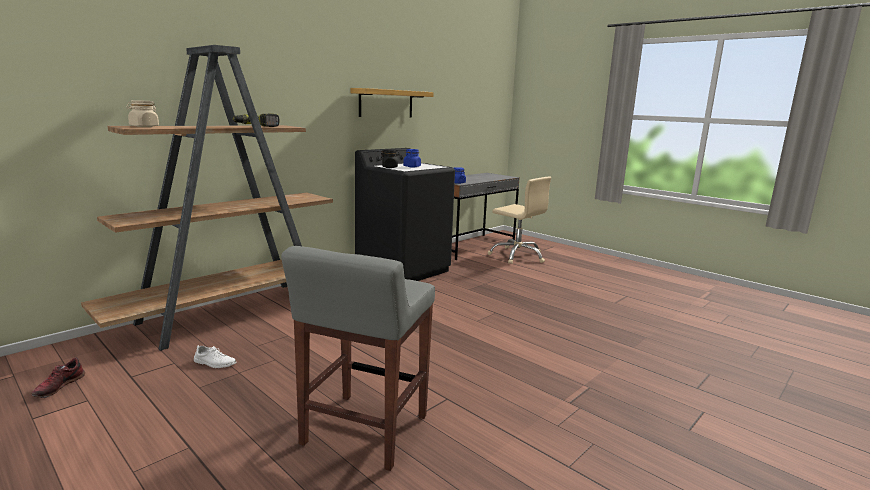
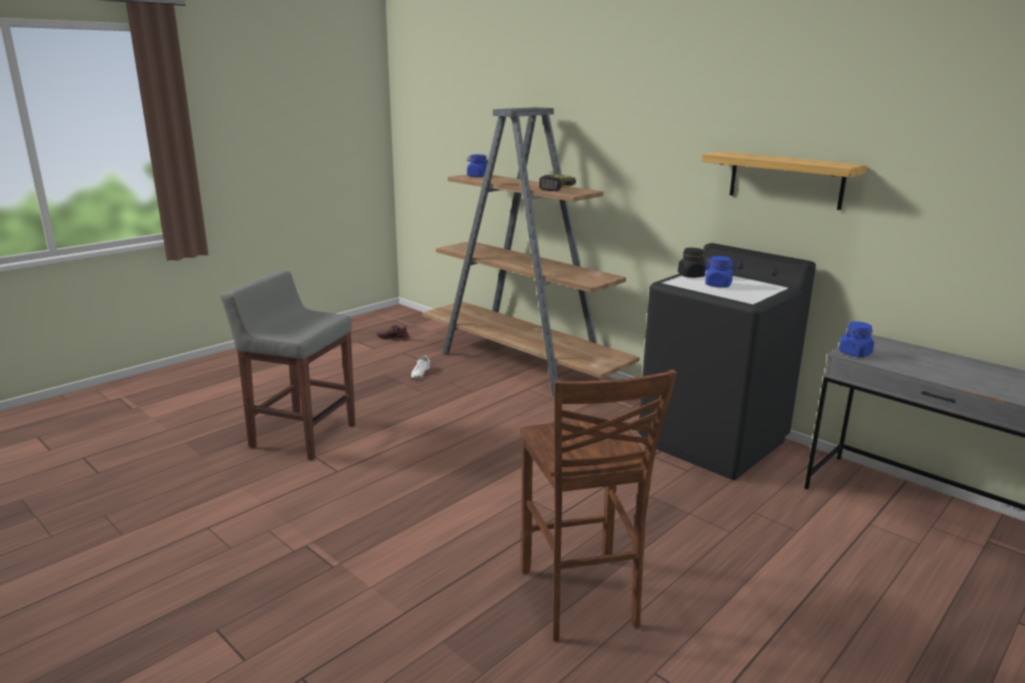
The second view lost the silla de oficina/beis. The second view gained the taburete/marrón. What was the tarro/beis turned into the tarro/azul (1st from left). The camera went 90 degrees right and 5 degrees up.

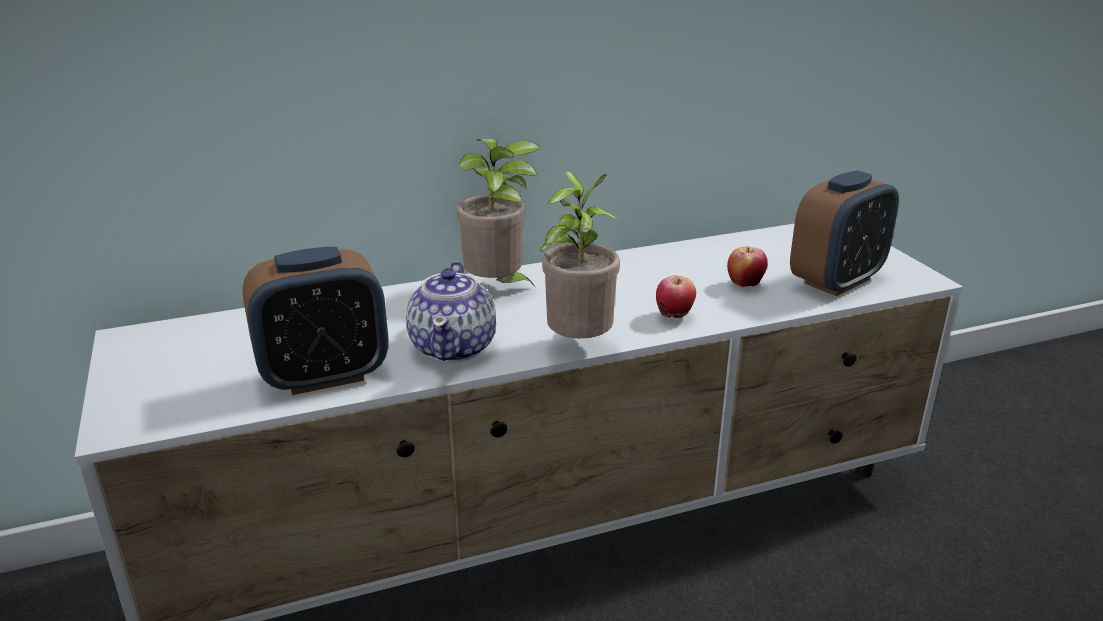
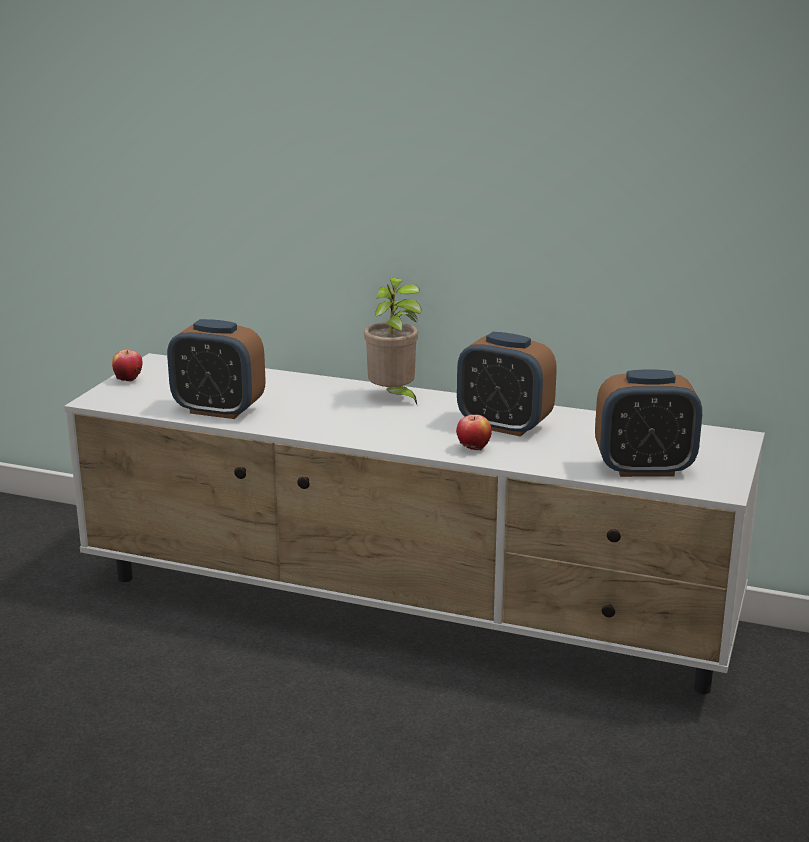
The second view lost the tetera. The second view lost the planta en maceta (2nd from left). The second view gained the despertador (2nd from left). The manzana (2nd from left in the first image) ended up elsewhere. The camera went 40 degrees right and 5 degrees down.

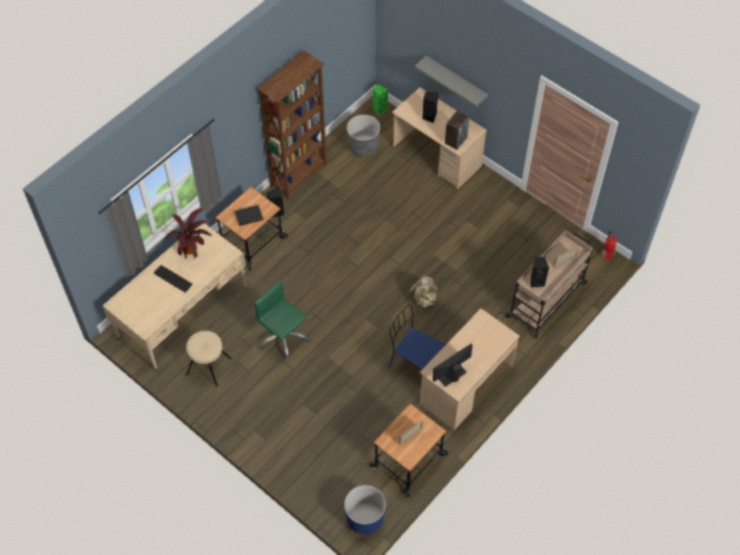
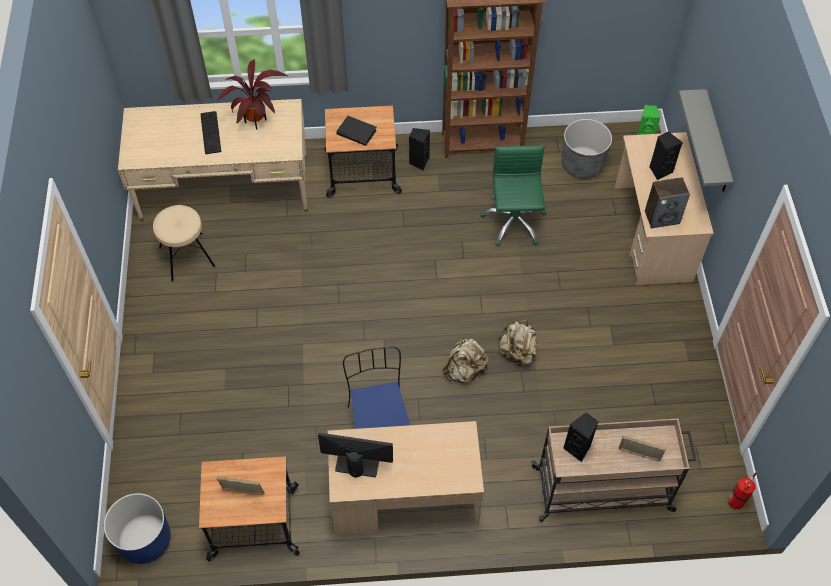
The second view gained the mochila/beis (2nd from left). The silla de oficina/verde ended up elsewhere. The camera went 45 degrees right and 0 degrees up.

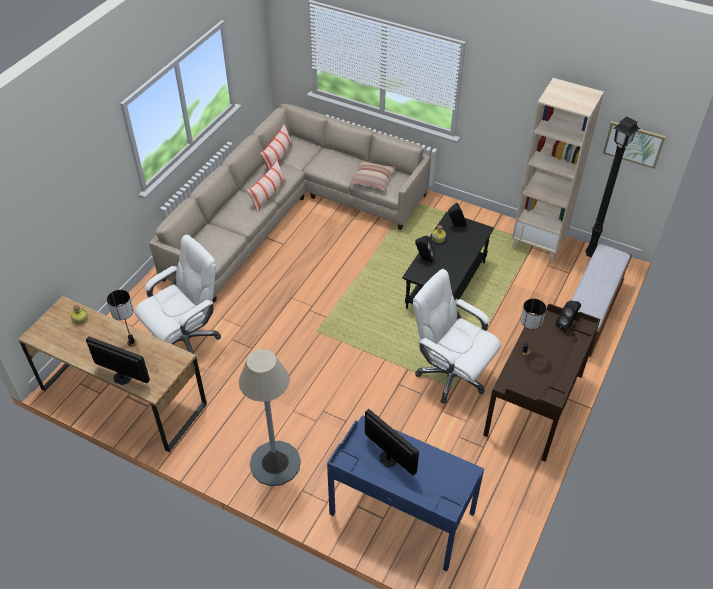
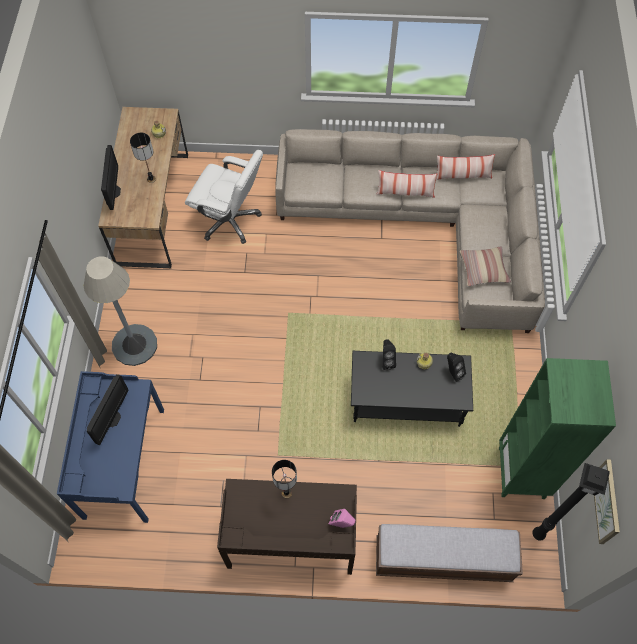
The second view lost the silla de oficina/blanco (2nd from left). What was the estantería/beis turned into the estantería/verde. What was the altavoz/negro (3rd from left) turned into the altavoz/rosa. The camera went 65 degrees right and 15 degrees up.

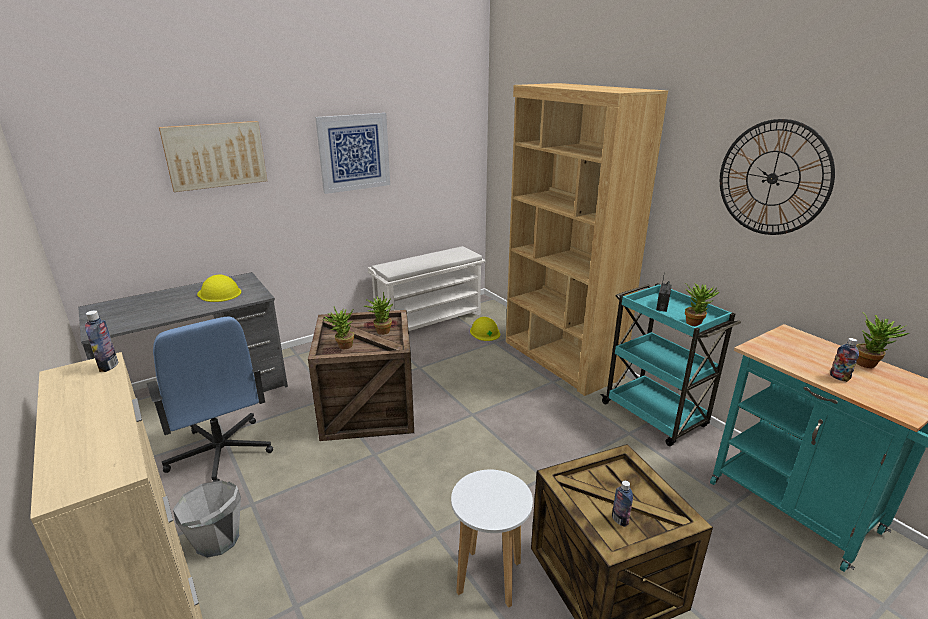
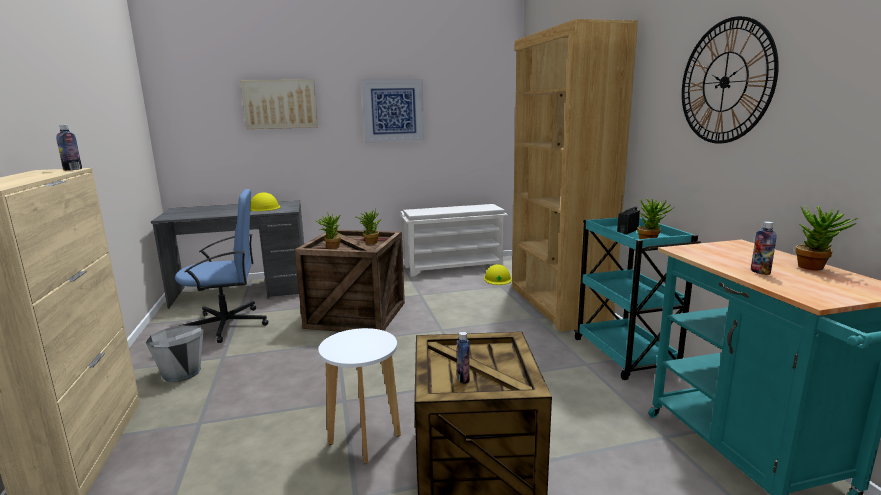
The silla de oficina/azul ended up facing another way, 90 degrees counterclockwise from before. The camera went 20 degrees right and 10 degrees down.

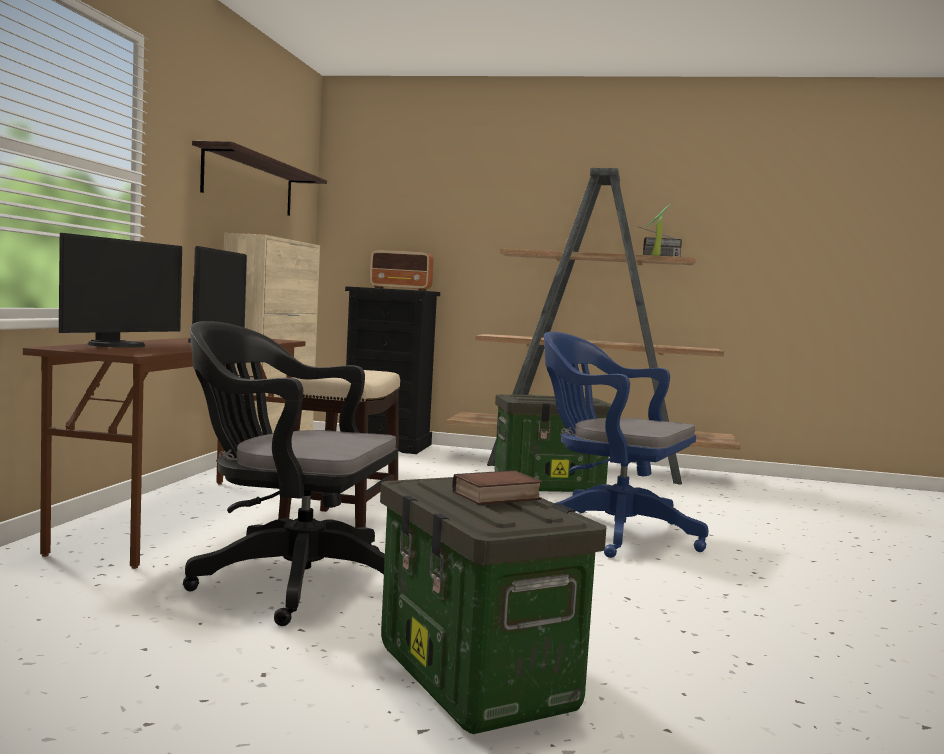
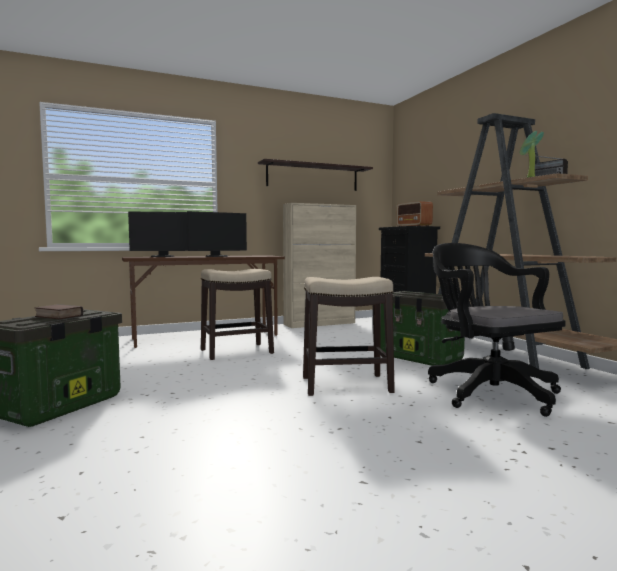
The silla de oficina/negro ended up elsewhere. Where the silla de oficina/azul stood, the taburete (2nd from left) came to stand. The camera went 55 degrees right and 0 degrees up.

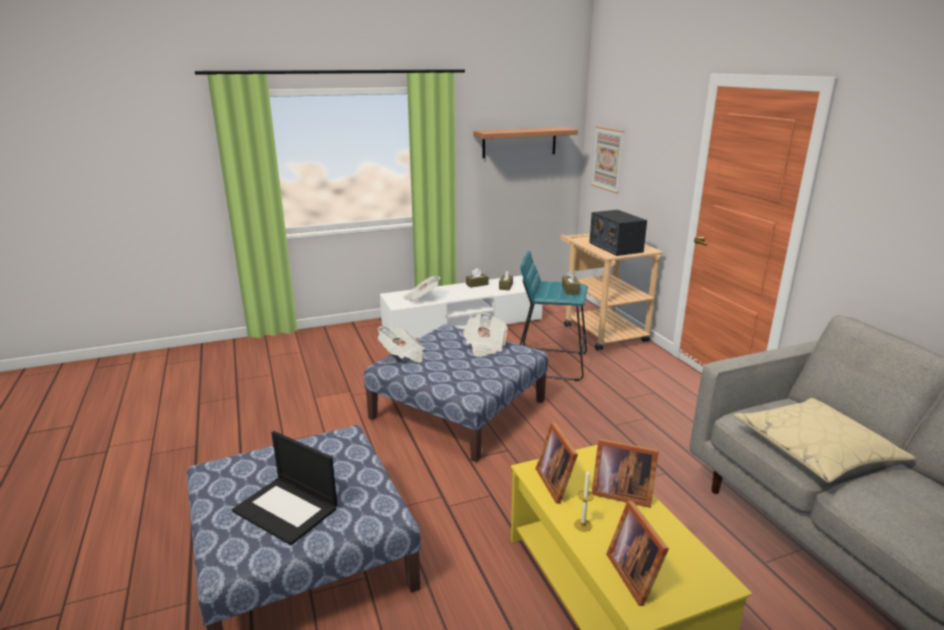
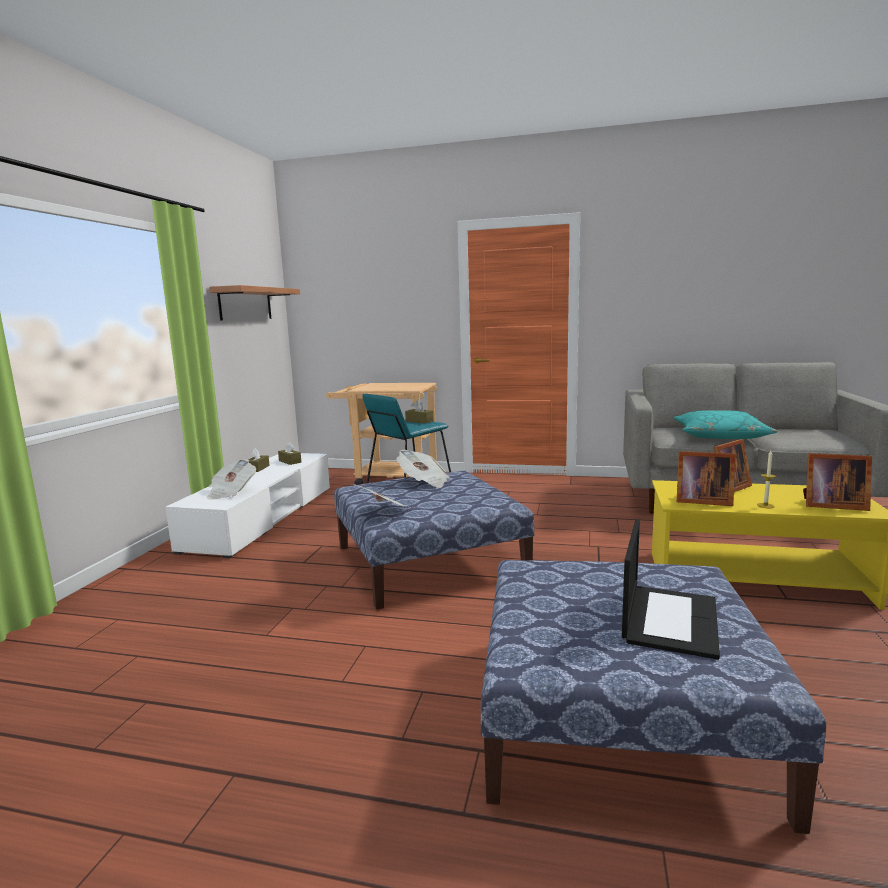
The second view lost the radio. The second view lost the cuadro. What was the cojín/beis turned into the cojín/turquesa. The portátil ended up facing another way, 45 degrees counterclockwise from before. The camera went 55 degrees left and 10 degrees down.

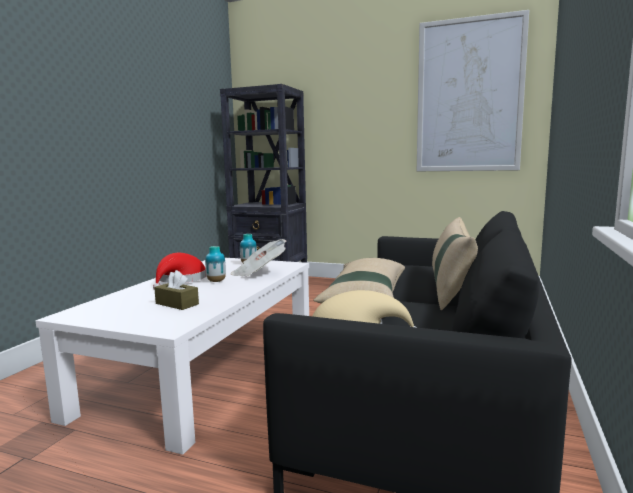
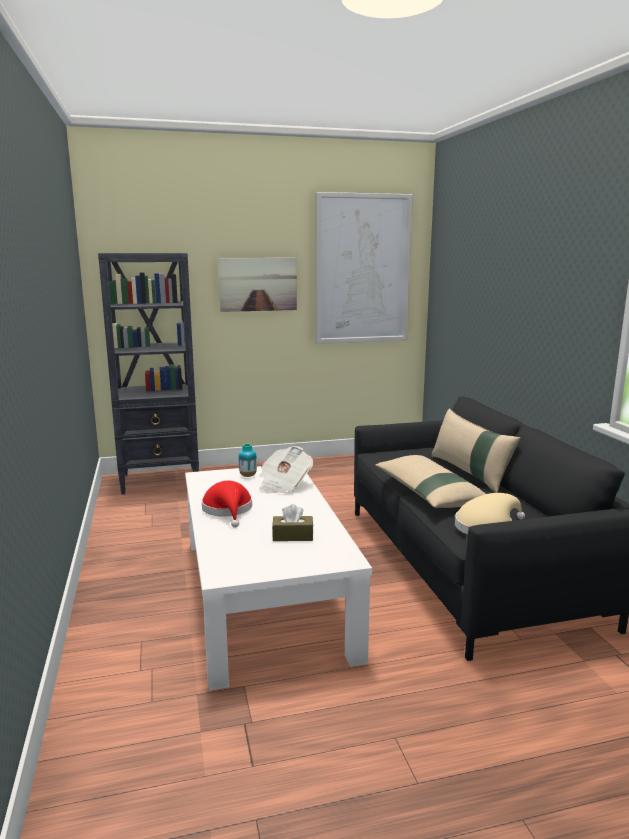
The second view lost the florero (1st from left). The second view gained the cuadro (1st from left). The camera went 35 degrees left and 5 degrees up.

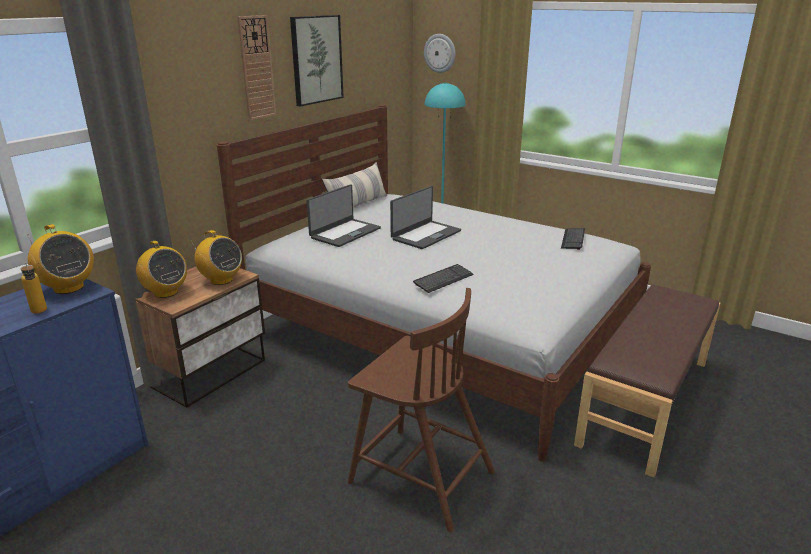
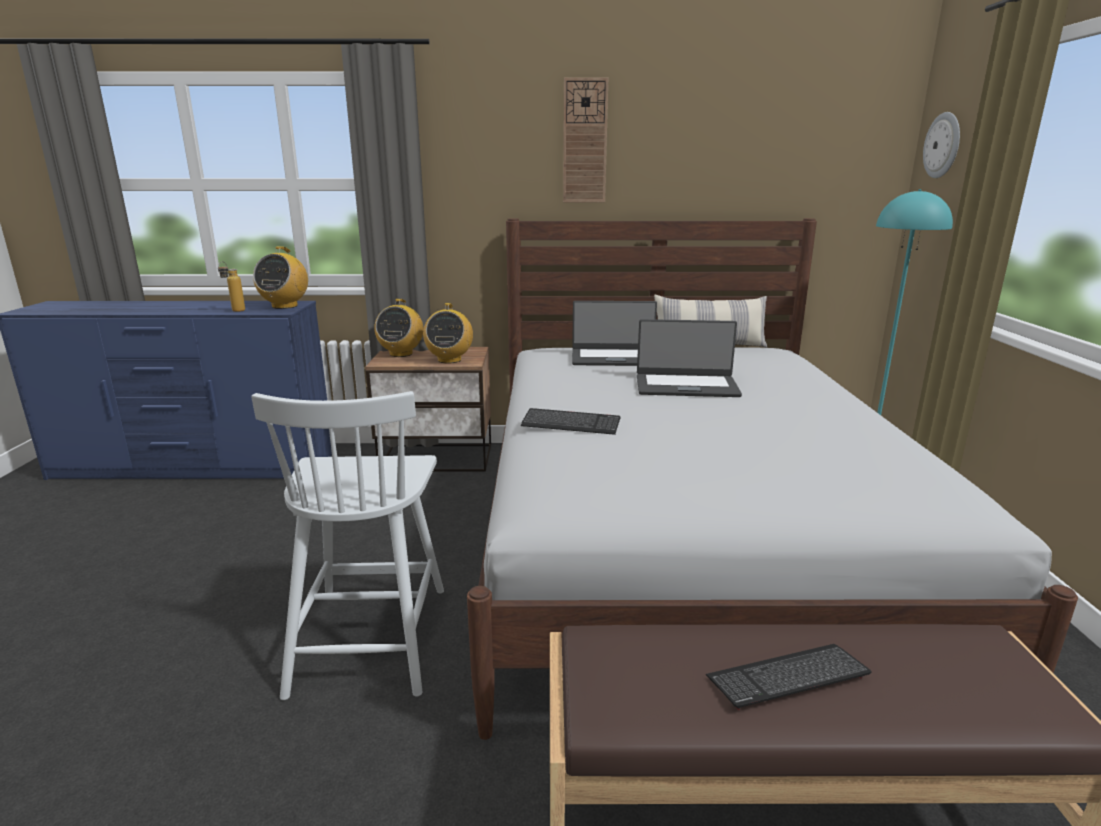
The second view lost the cuadro. The teclado (2nd from left) ended up elsewhere. What was the silla/marrón turned into the silla/blanco. The camera went 55 degrees right and 5 degrees down.

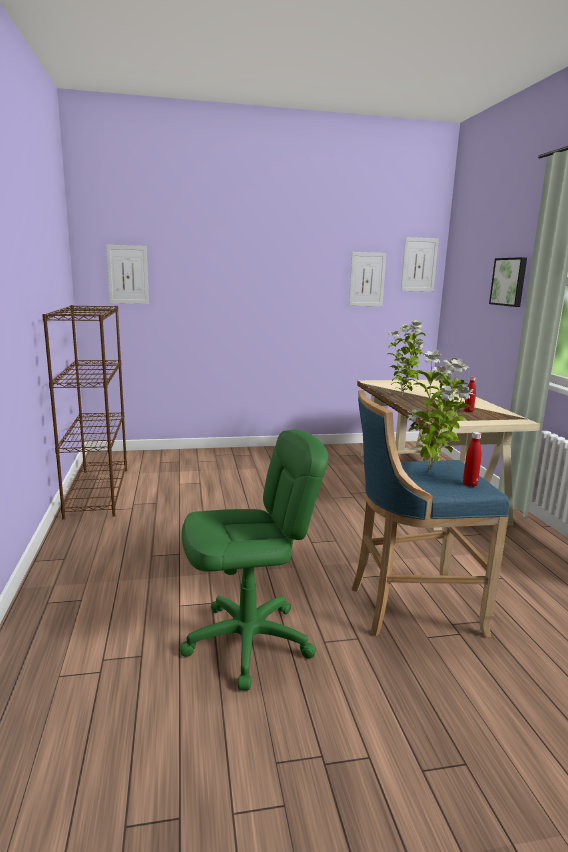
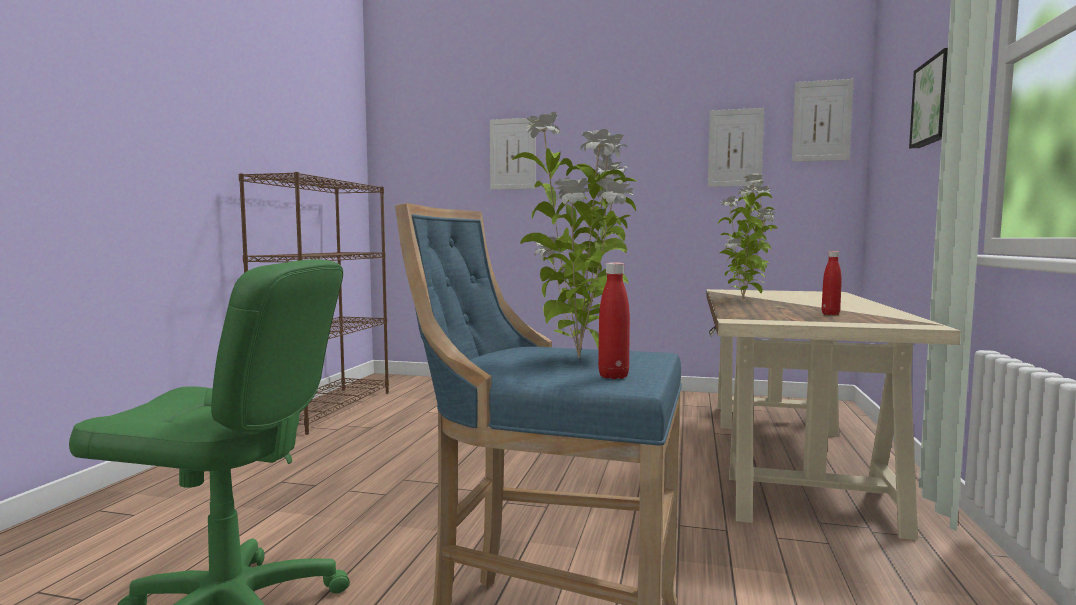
The cuadro (1st from left) ended up elsewhere. The camera went 25 degrees right and 10 degrees down.

